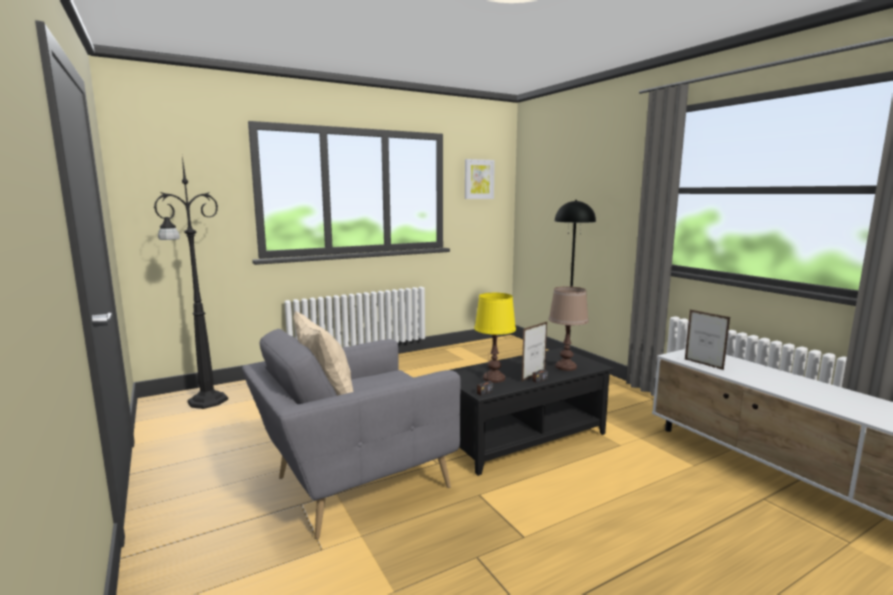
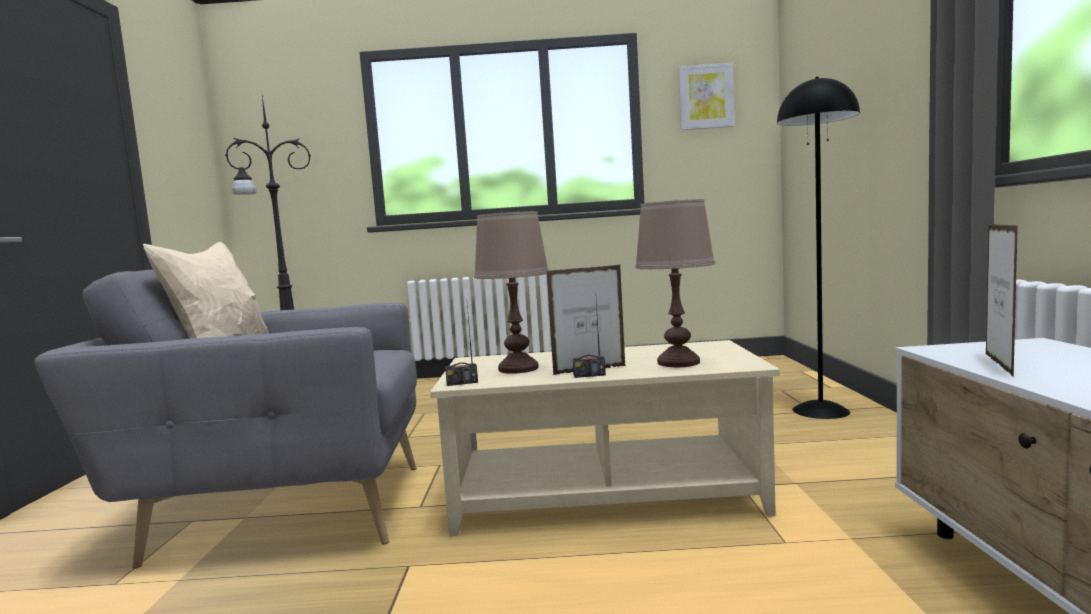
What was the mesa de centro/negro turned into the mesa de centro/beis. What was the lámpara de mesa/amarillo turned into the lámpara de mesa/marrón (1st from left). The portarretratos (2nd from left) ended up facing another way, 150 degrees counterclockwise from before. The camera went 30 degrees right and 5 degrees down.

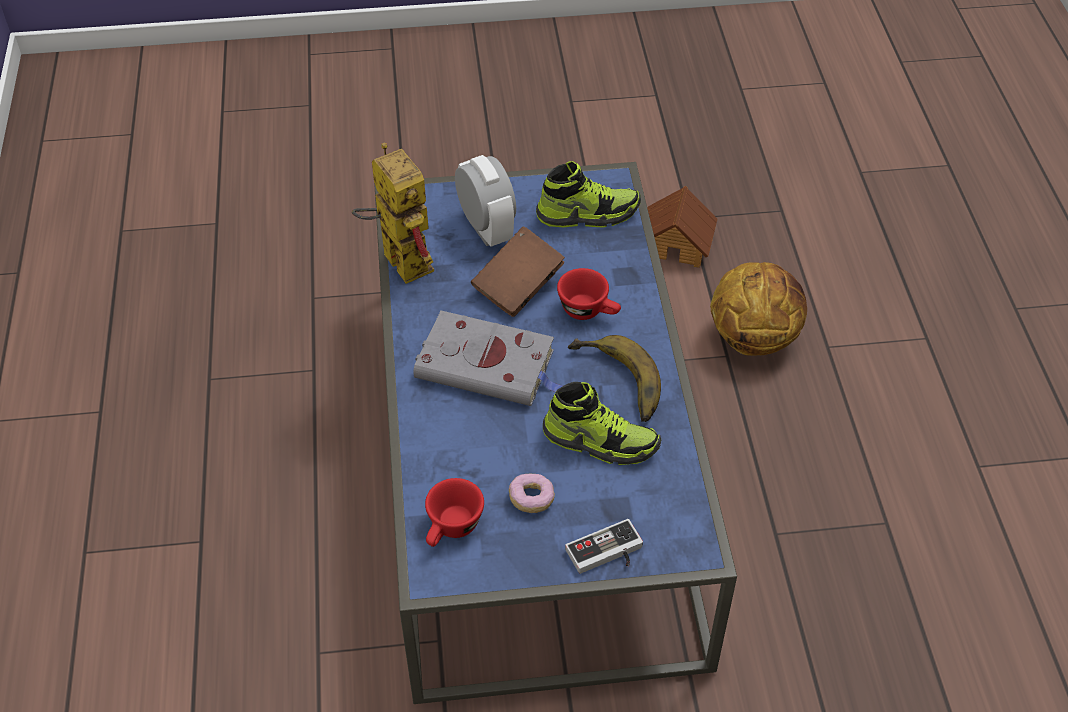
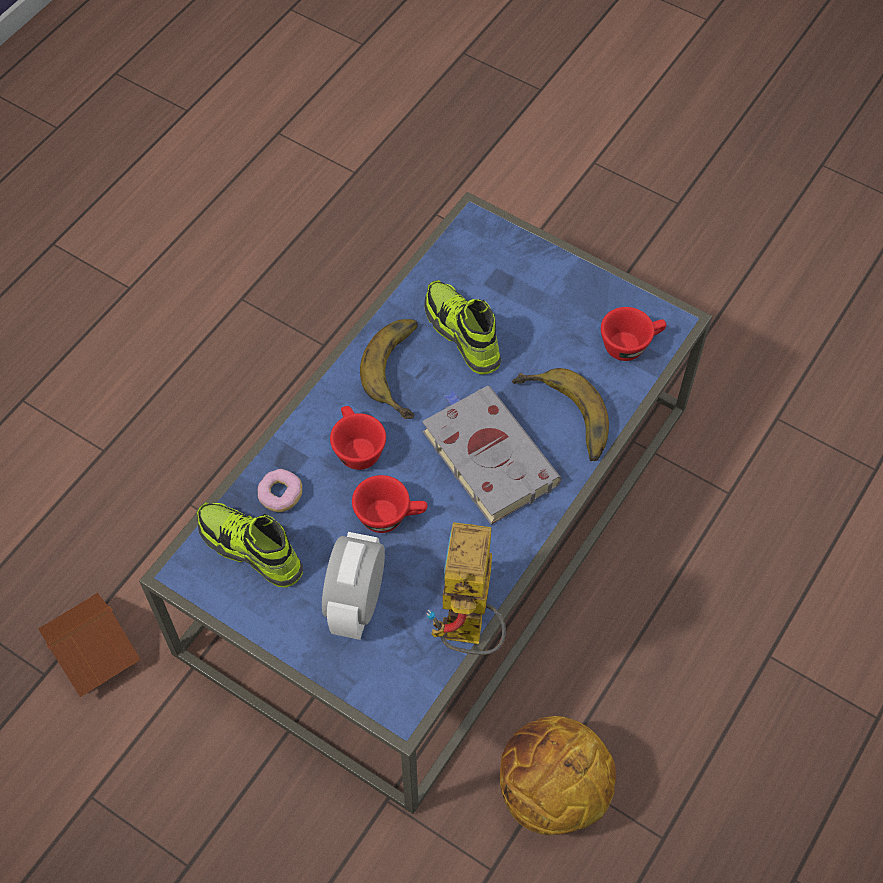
The second view lost the mando de consola. The second view gained the plátano (2nd from left). The rosquilla ended up elsewhere. The balón de baloncesto ended up elsewhere. Where the libro/marrón stood, the taza/rojo (2nd from left) came to stand. The camera went 140 degrees left and 10 degrees up.

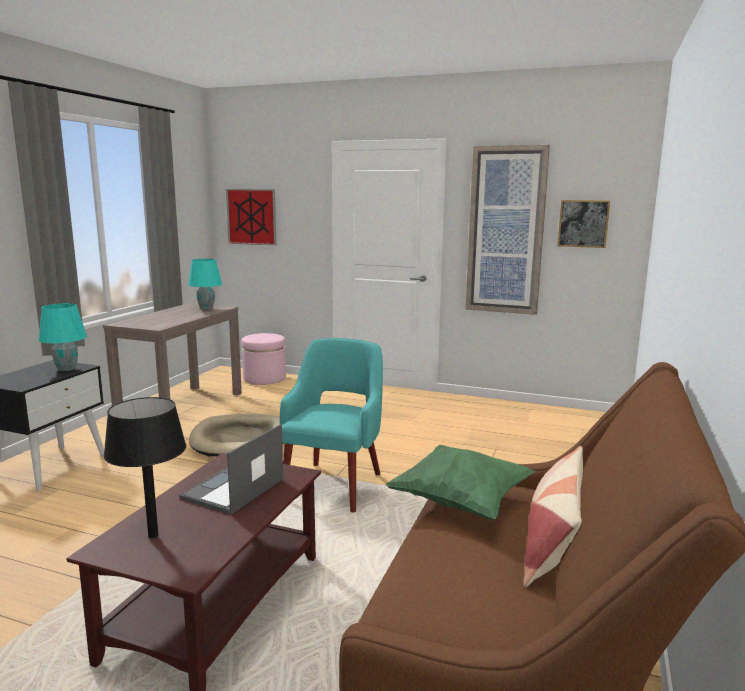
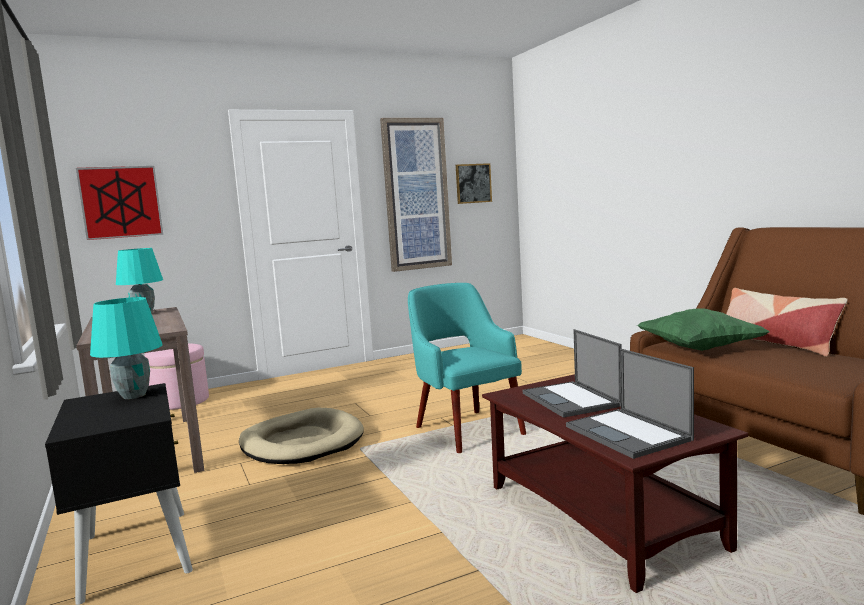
Where the lámpara de mesa/negro stood, the portátil (2nd from left) came to stand. The camera went 45 degrees left and 5 degrees down.

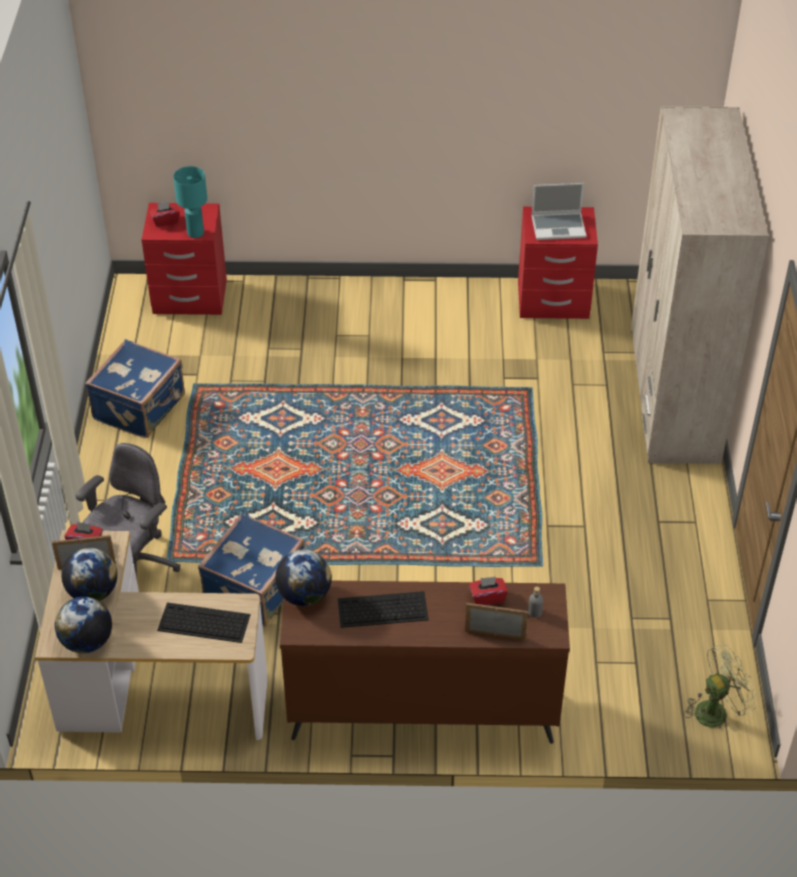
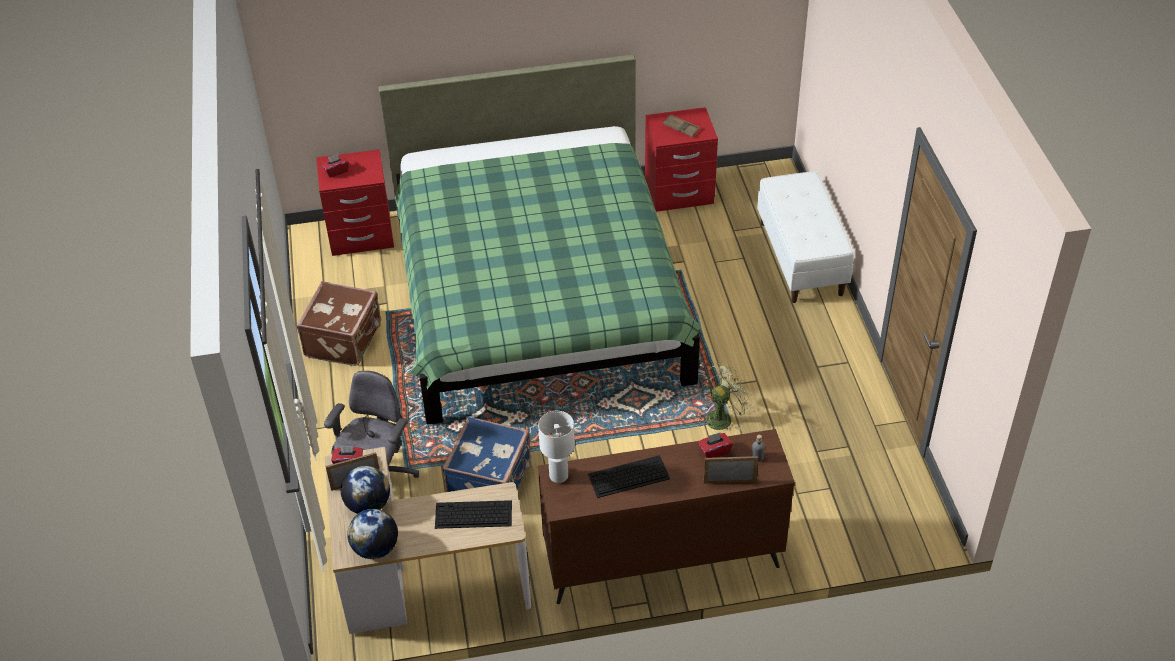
The second view lost the lámpara de mesa/turquesa. The second view gained the cama/verde. The ventilador/verde ended up elsewhere. Where the globo terráqueo (3rd from left) stood, the lámpara de mesa/blanco came to stand. Where the portátil stood, the bandeja/marrón came to stand. Where the armario ropero/beis stood, the banco/blanco came to stand. What was the maleta/azul (1st from left) turned into the maleta/marrón. The camera went 10 degrees left and 0 degrees up.

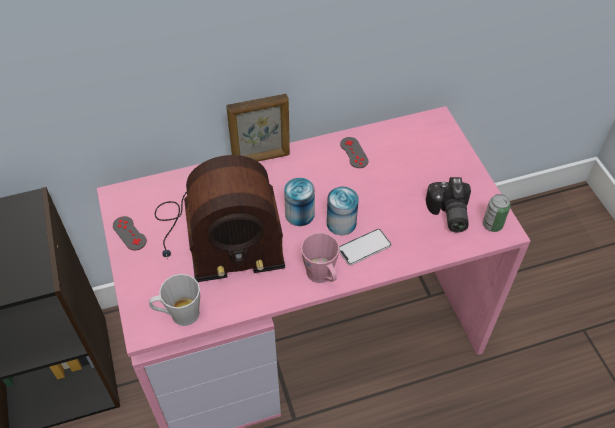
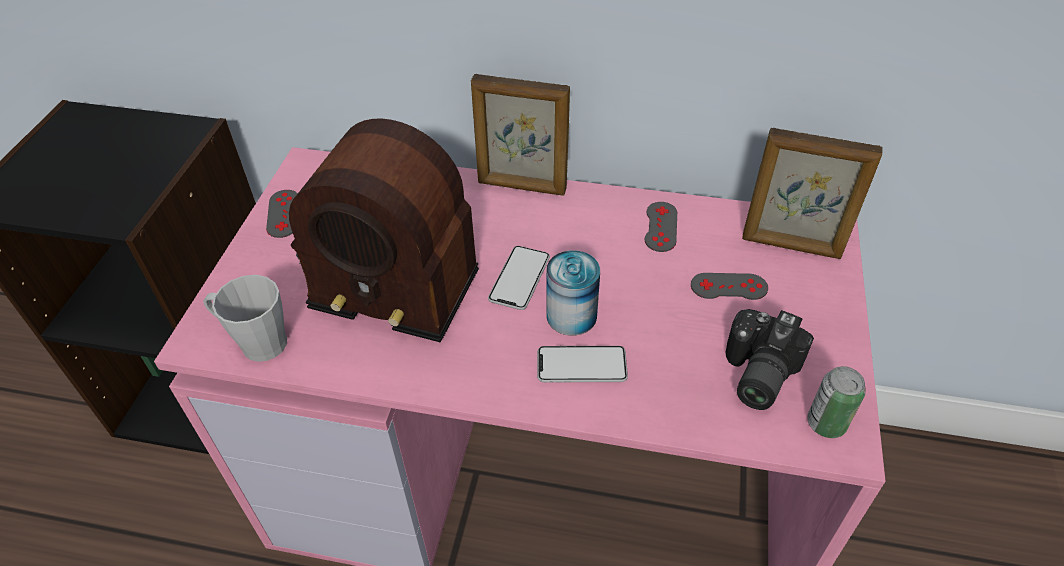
The second view lost the taza grande/rosa. The second view gained the mando de consola/gris (3rd from left). The second view gained the portarretratos (2nd from left). Where the lata (1st from left) stood, the móvil (1st from left) came to stand. The camera went 30 degrees right and 5 degrees down.

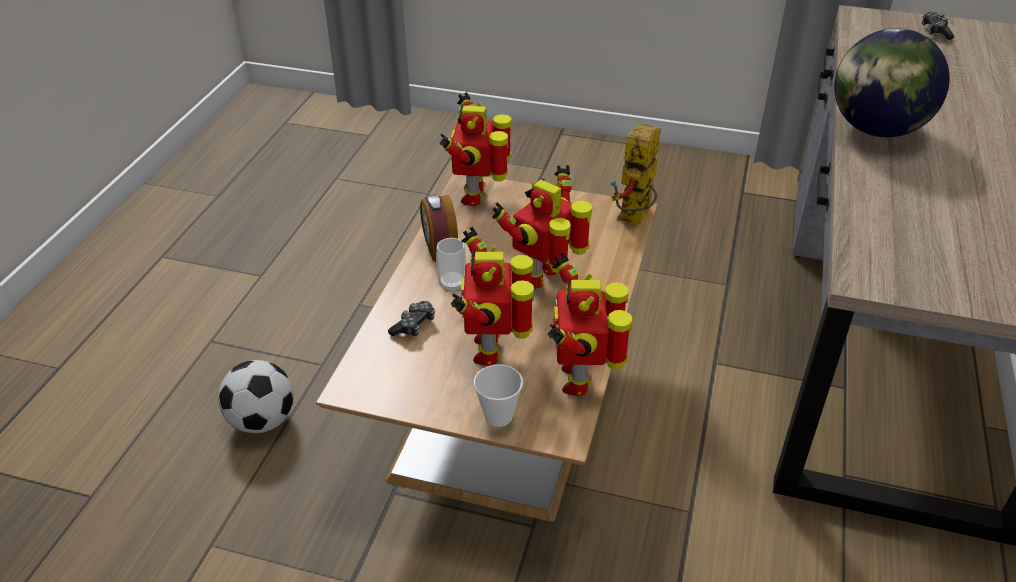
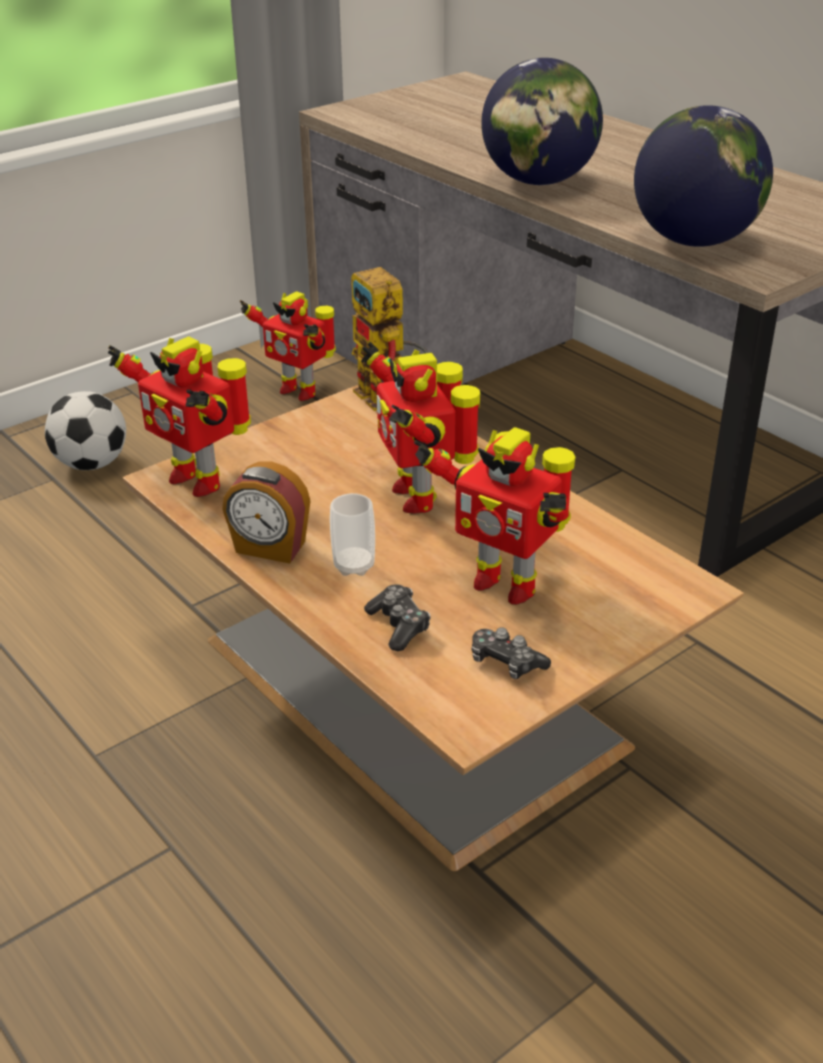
The second view lost the taza (2nd from left). The second view gained the globo terráqueo (2nd from left). The balón de fútbol ended up elsewhere. The robot de juguete (4th from left in the first image) ended up elsewhere. The mando de consola (2nd from left) ended up elsewhere. The camera went 55 degrees left and 5 degrees down.

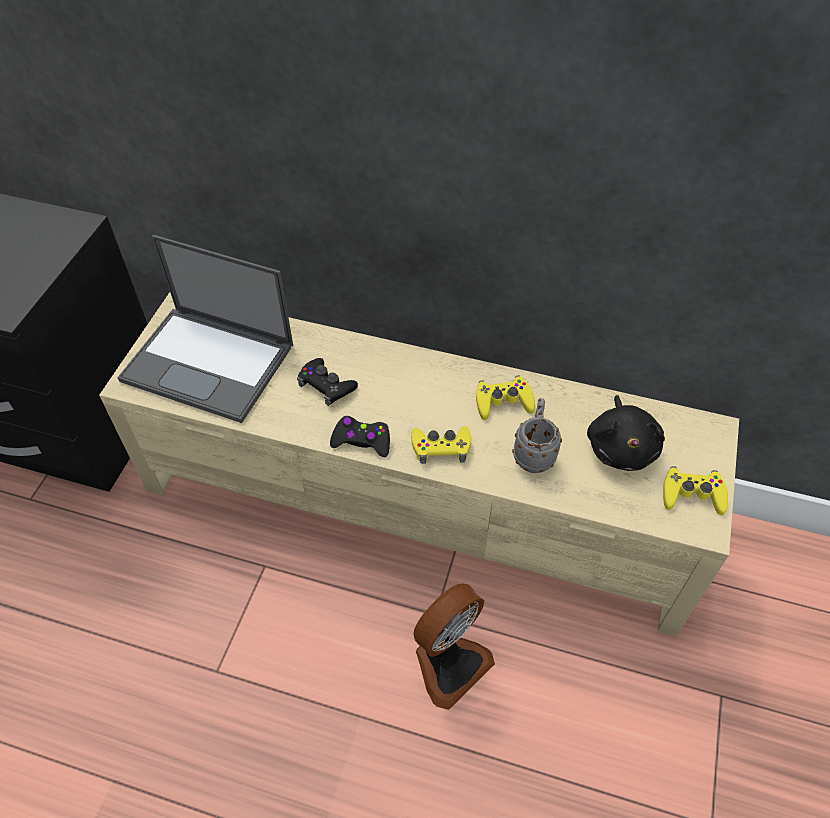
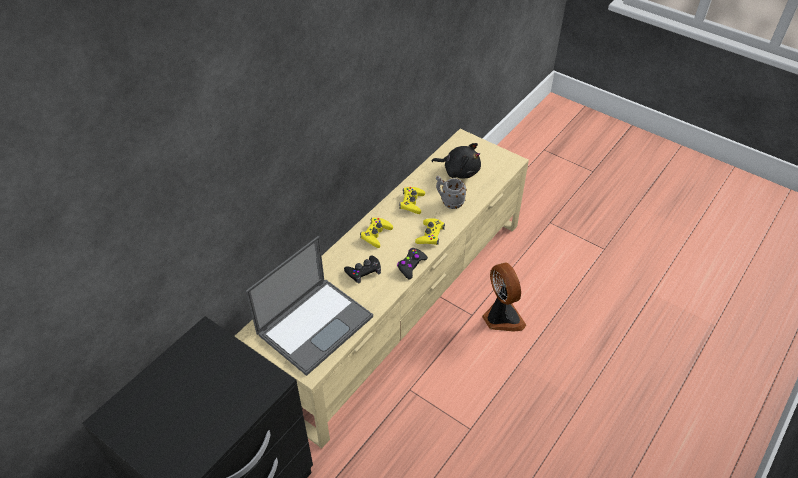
The mando de consola/amarillo (3rd from left in the first image) ended up elsewhere. The camera went 70 degrees left and 5 degrees down.

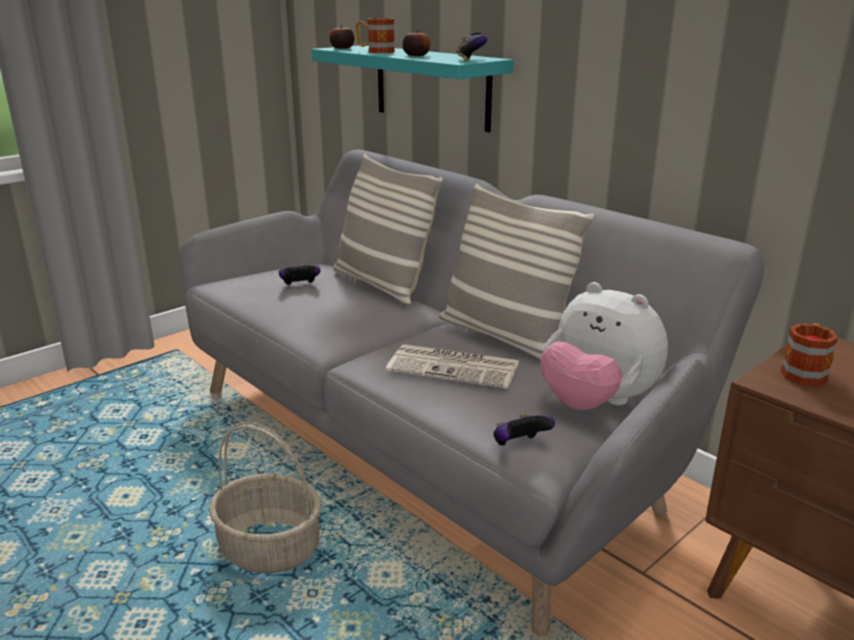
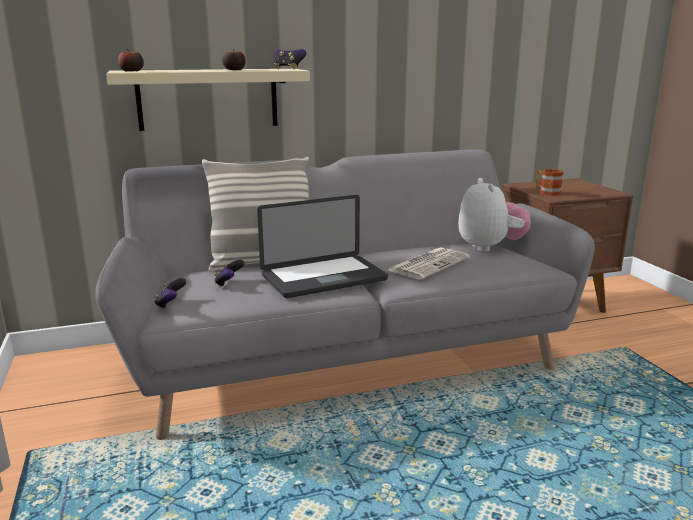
The second view lost the cesta. The second view lost the taza grande (1st from left). The second view lost the cojín (2nd from left). The second view gained the portátil. The mando de consola (3rd from left in the first image) ended up elsewhere. What was the estante/turquesa turned into the estante/beis. The peluche ended up facing another way, 75 degrees counterclockwise from before. The camera went 65 degrees left and 5 degrees down.

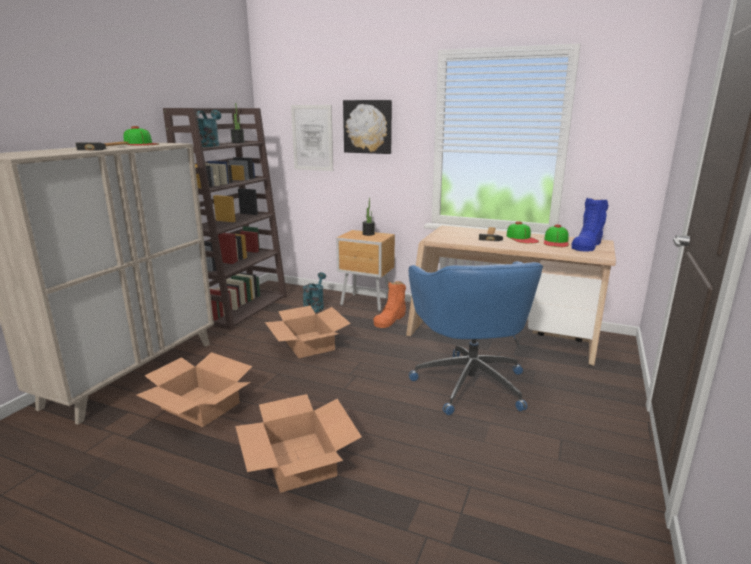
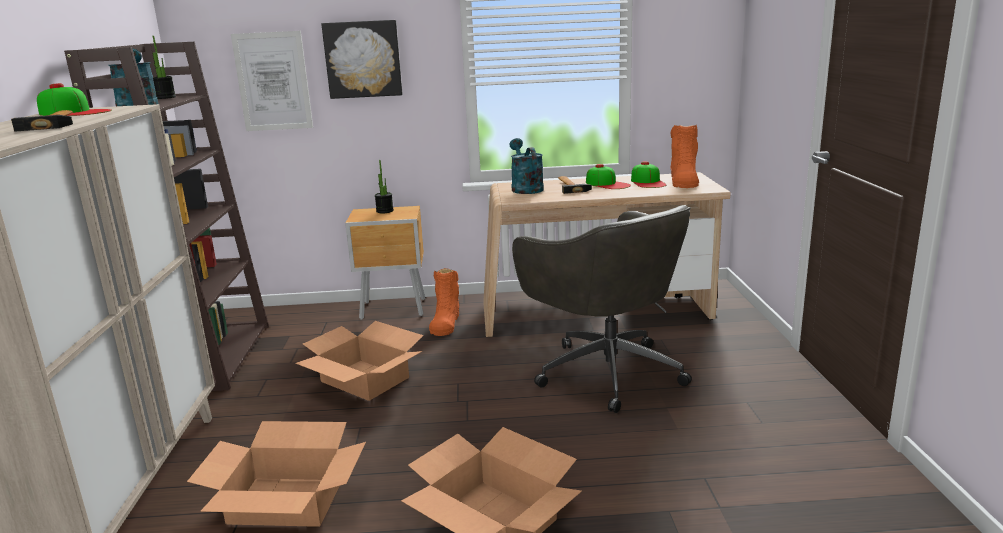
The regadera/turquesa (2nd from left) ended up elsewhere. What was the silla de oficina/azul turned into the silla de oficina/gris. What was the bota/azul turned into the bota/naranja (2nd from left). The camera went 25 degrees left and 0 degrees up.

